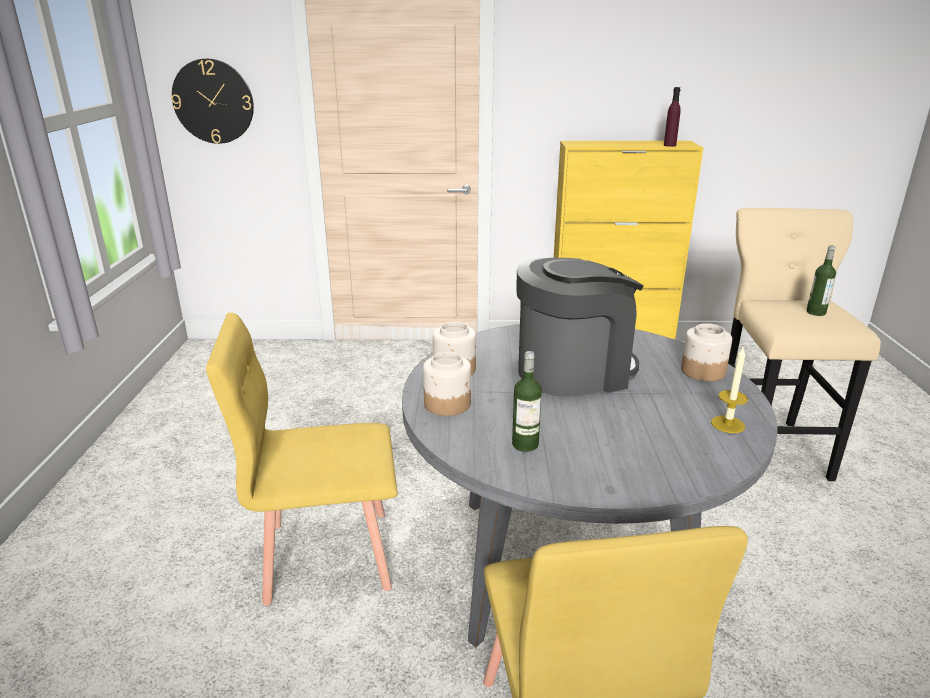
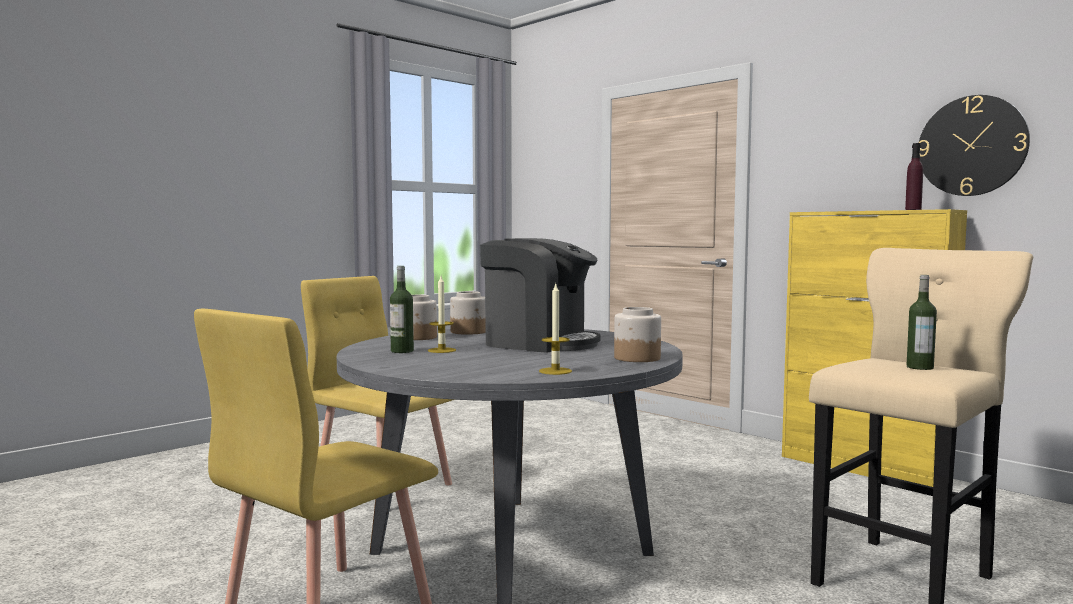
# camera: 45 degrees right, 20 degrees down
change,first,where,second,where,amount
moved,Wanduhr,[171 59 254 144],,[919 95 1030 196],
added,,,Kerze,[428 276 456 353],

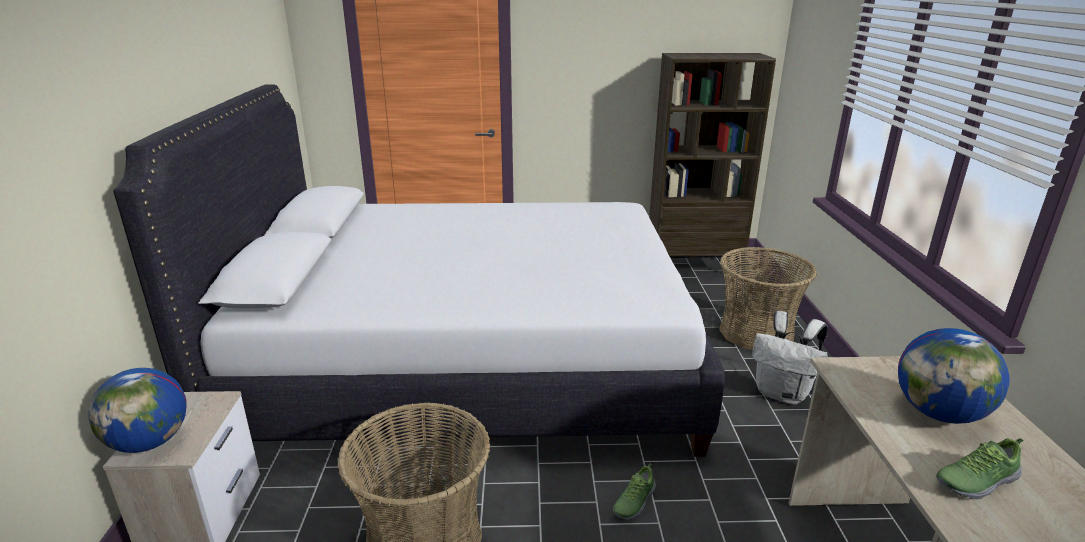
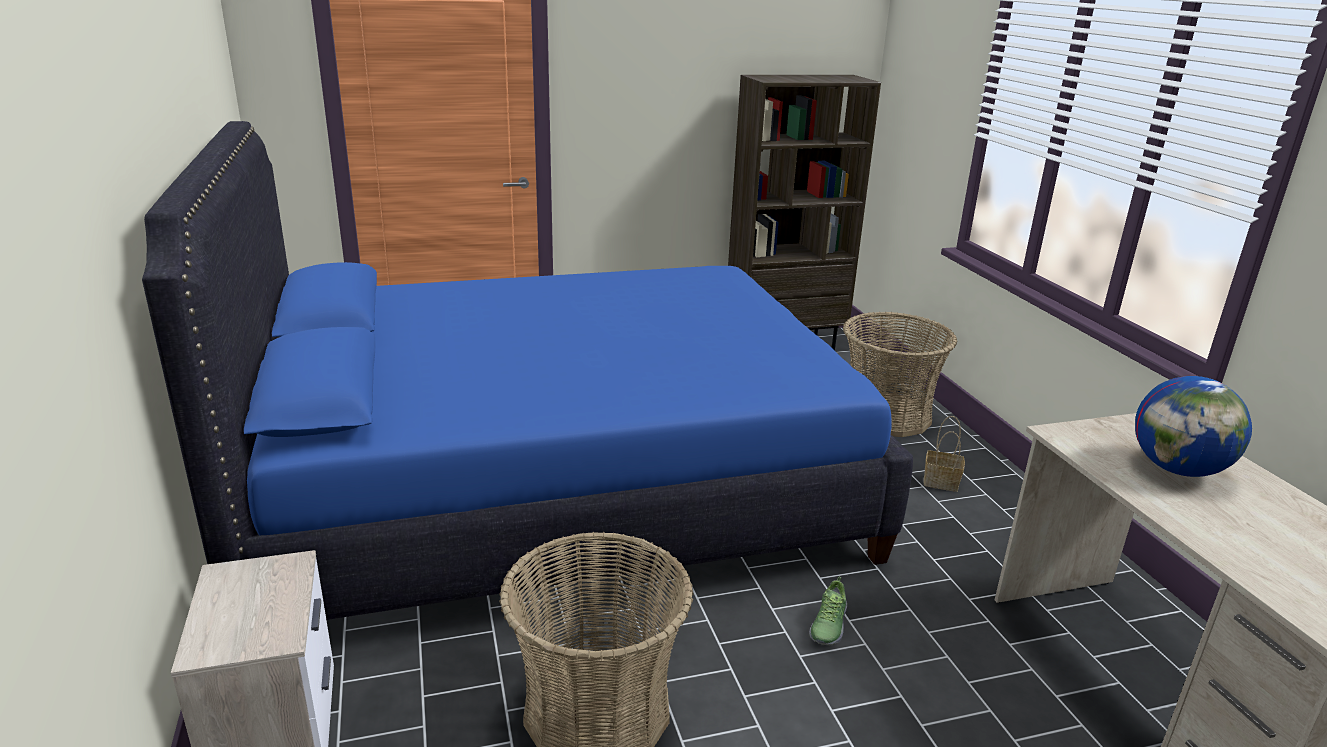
# camera: 15 degrees left, 0 degrees up
change,first,where,second,where,amount
removed,Globus,[88 368 187 453],,,
recoloured,Bett/weiß,[113 84 725 457],Bett/blau,[142 121 913 620],
replaced,Rucksack/weiß,[752 311 828 405],Korb,[924 416 965 492],
removed,Schuh,[936 438 1023 500],,,

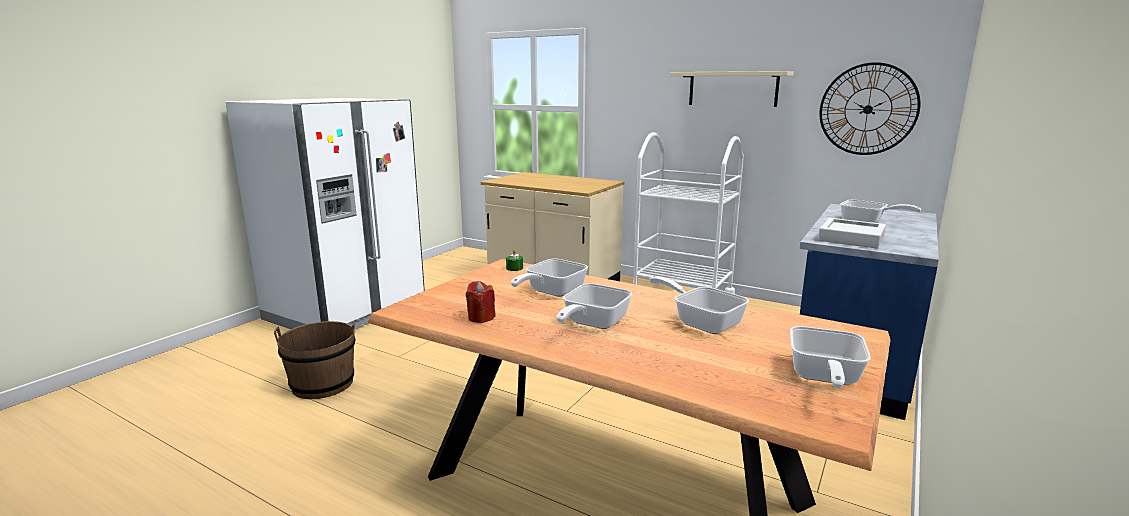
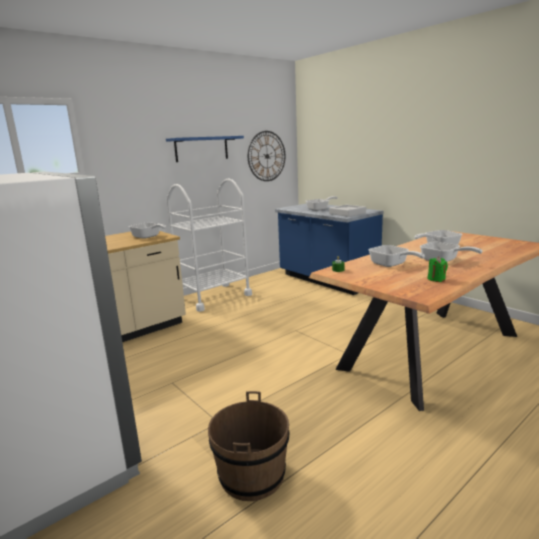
# camera: 70 degrees left, 0 degrees up
change,first,where,second,where,amount
recoloured,Kerze/rot,[466 281 496 323],Kerze/grün,[428 257 448 282],
recoloured,Wandregal/beige,[670 71 794 107],Wandregal/blau,[166 136 244 162],
moved,Pfanne,[790 326 871 388],,[129 223 166 239],

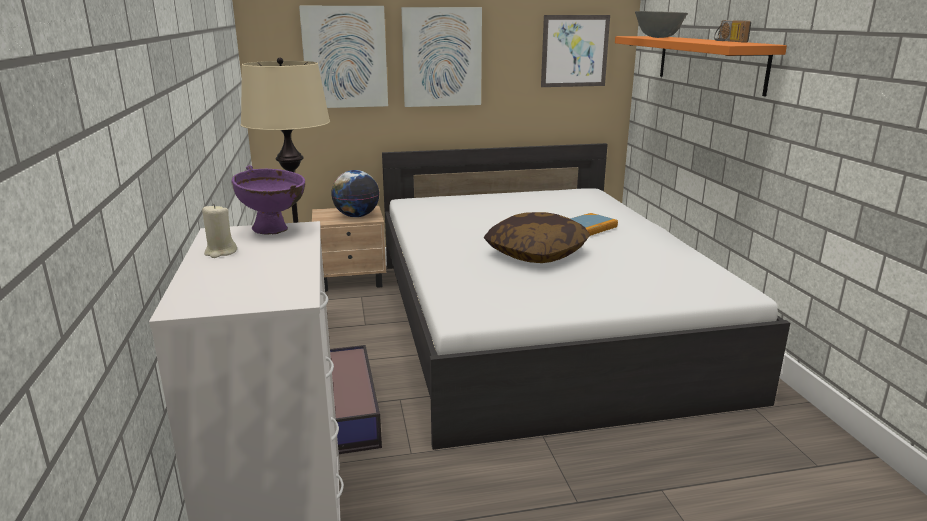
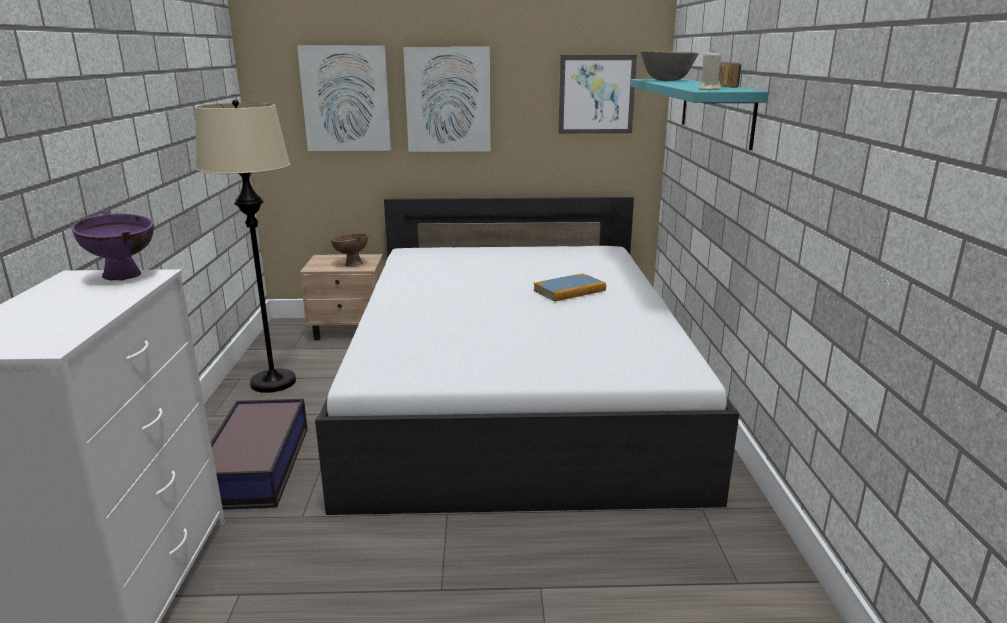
# camera: 10 degrees right, 0 degrees up
change,first,where,second,where,amount
moved,Kerze/beige,[202 204 237 258],,[699 51 721 90],
replaced,Globus,[331 170 379 217],Schüssel/braun,[331 233 368 266],
removed,Kissen,[484 212 590 263],,,
recoloured,Wandregal/orange,[615 36 787 96],Wandregal/türkis,[631 79 768 150],

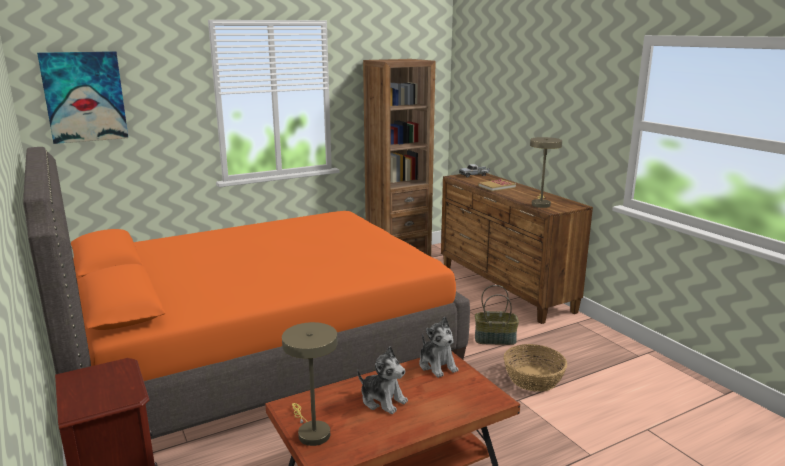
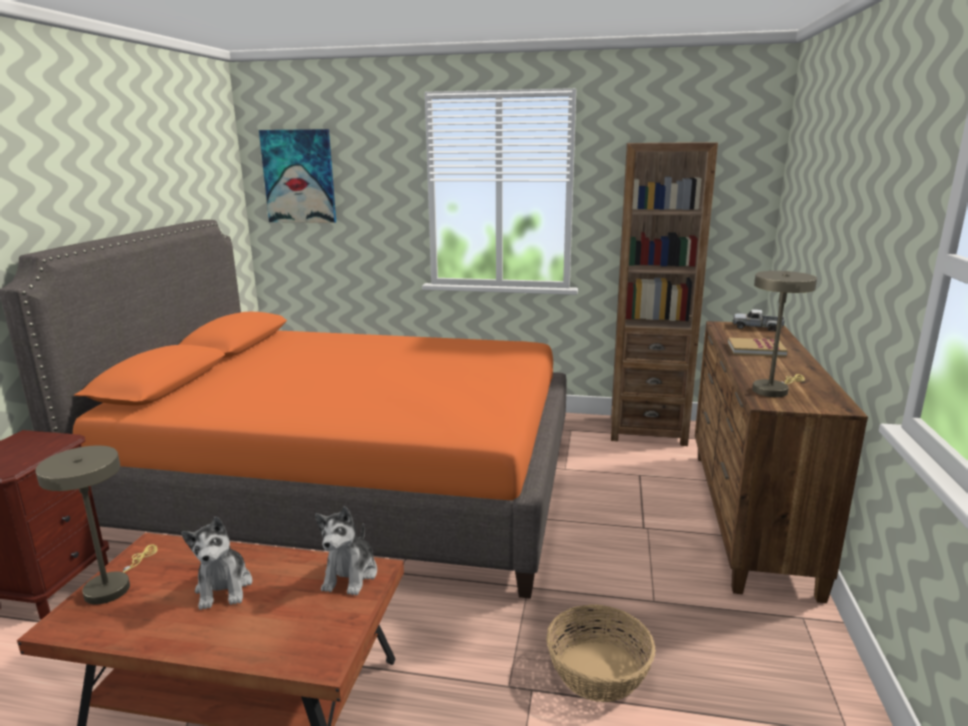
# camera: 40 degrees right, 0 degrees up
change,first,where,second,where,amount
removed,Korb,[475 285 519 345],,,

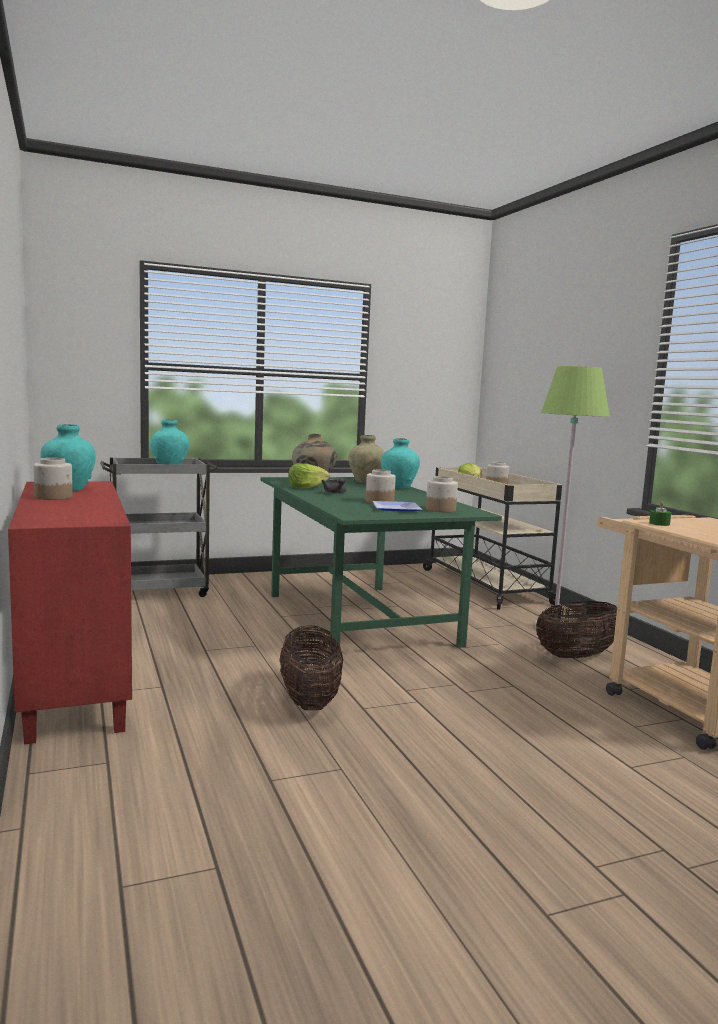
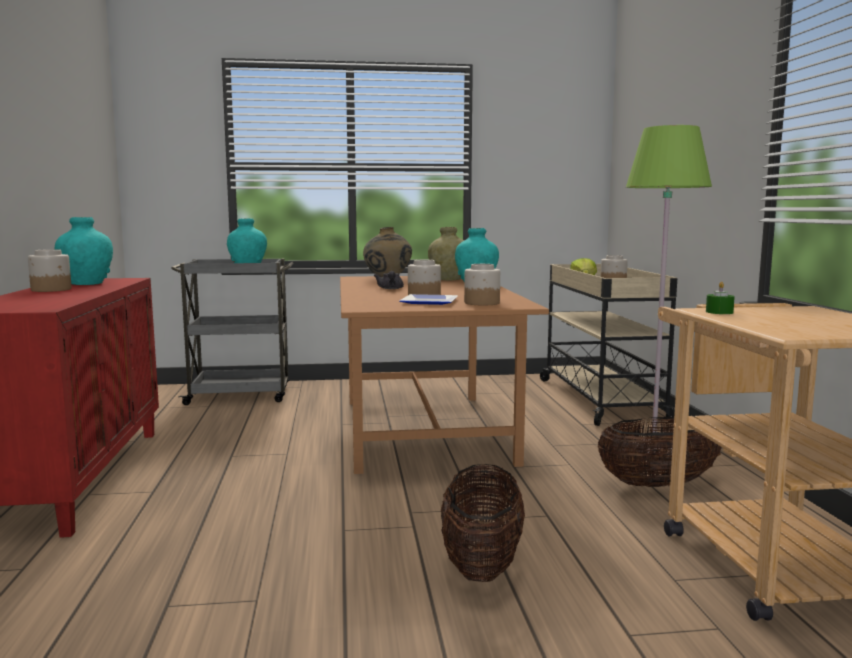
# camera: 15 degrees right, 0 degrees up
change,first,where,second,where,amount
recoloured,Esstisch/grün,[261 477 502 648],Esstisch/braun,[340 276 549 474],
moved,Korb,[280 625 343 710],,[441 464 525 582],
removed,Salatkopf,[288 463 330 488],,,

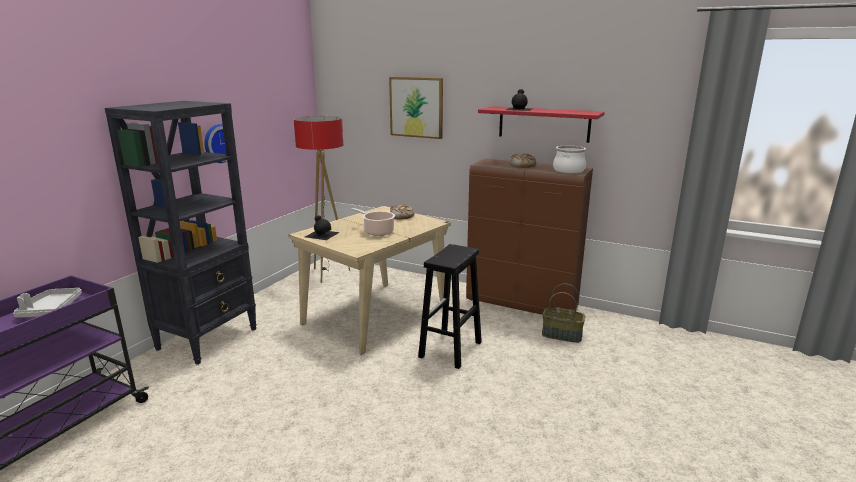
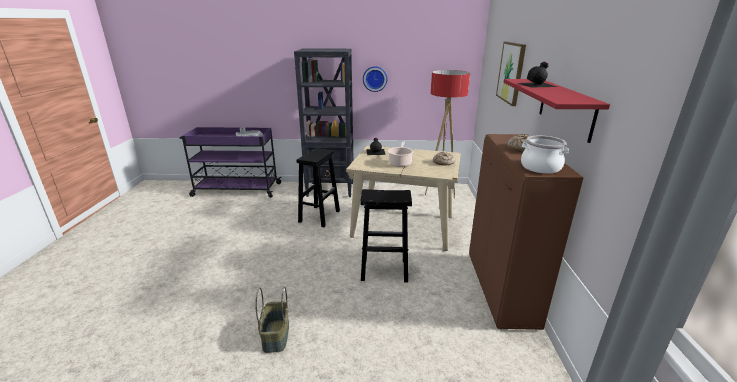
# camera: 65 degrees right, 5 degrees up
change,first,where,second,where,amount
moved,Korb,[542 284 586 343],,[255 286 289 353],
added,,,Hocker/schwarz,[297 148 340 227],

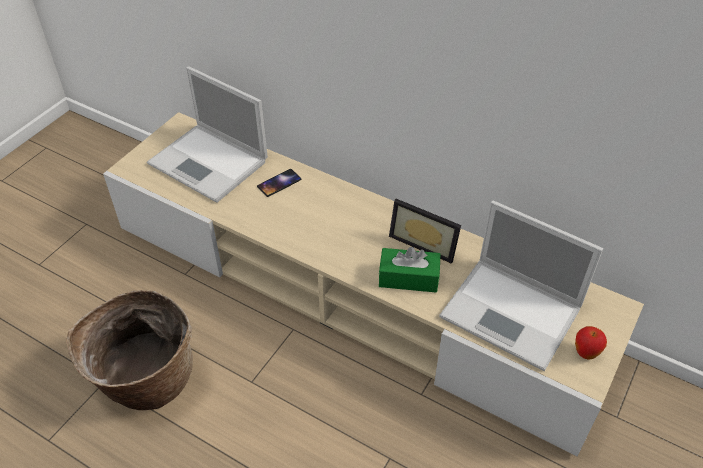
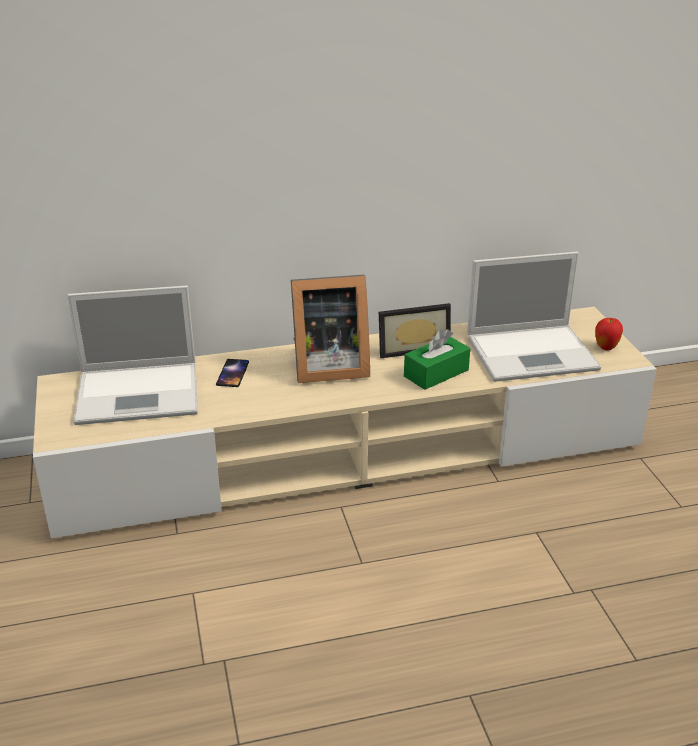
# camera: 45 degrees left, 15 degrees down
change,first,where,second,where,amount
removed,Korb,[66 290 193 410],,,
added,,,Bilderrahmen,[291 275 370 383],

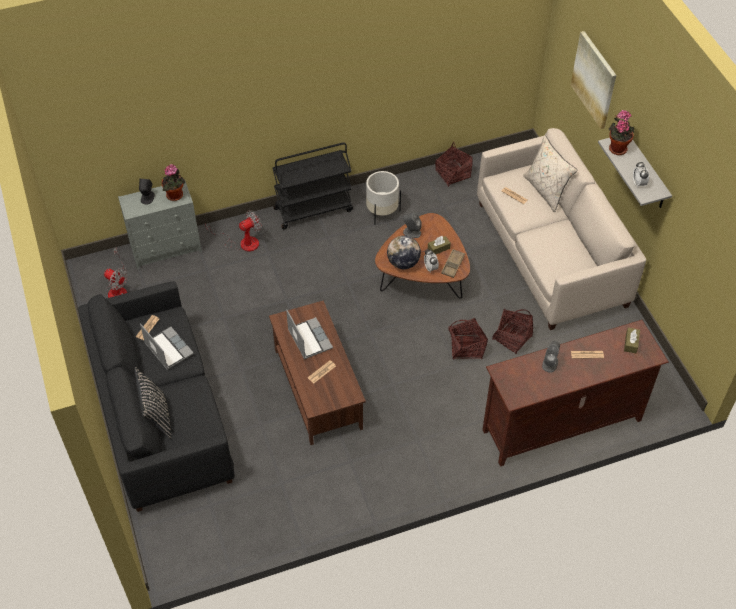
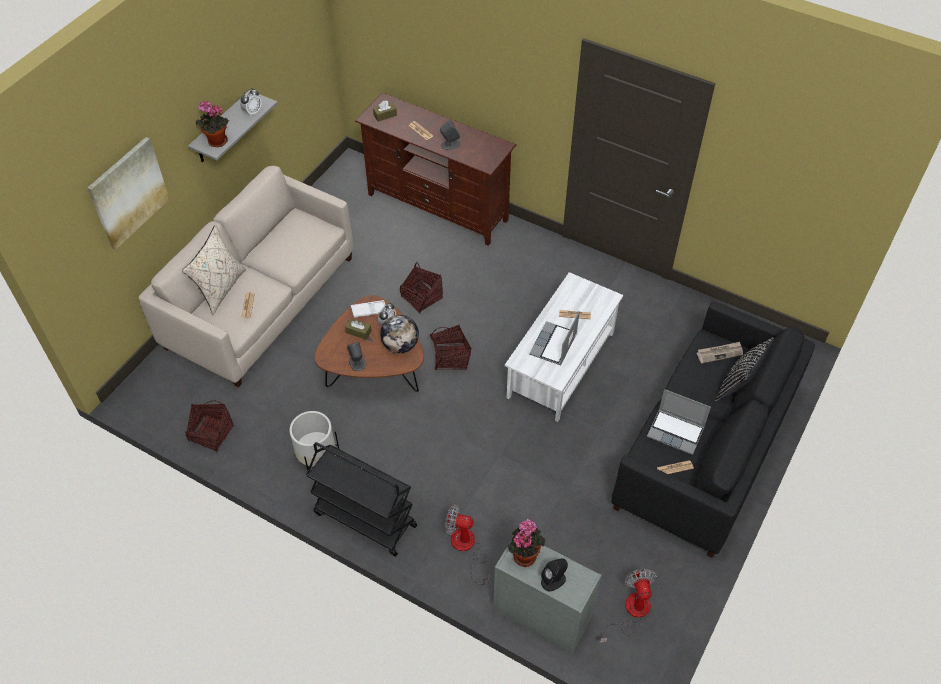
# camera: 130 degrees left, 0 degrees up
change,first,where,second,where,amount
turned,Laptop,[140 323 194 370],,[647 389 711 455],75 degrees counterclockwise
recoloured,Couchtisch/braun,[269 301 366 445],Couchtisch/weiß,[505 272 623 422],
recoloured,Tablett/braun,[441 249 465 278],Tablett/weiß,[351 300 386 318],
moved,Korb,[492 309 533 354],,[430 324 472 370],
added,,,Zeitung,[697 342 743 364],

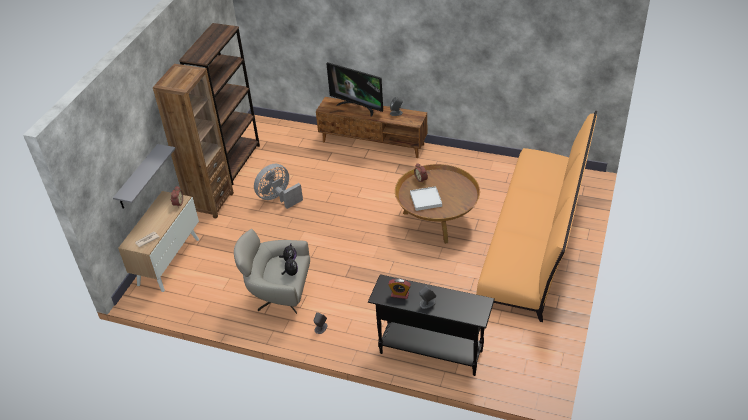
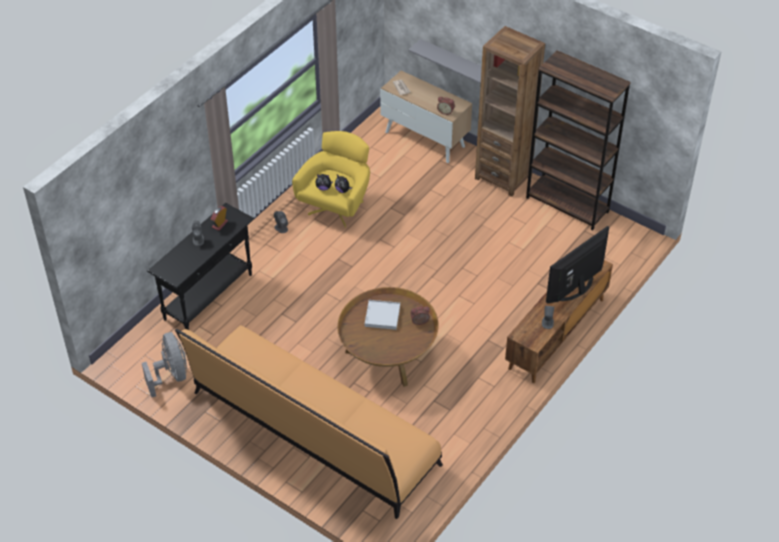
# camera: 105 degrees right, 5 degrees up
change,first,where,second,where,amount
recoloured,Sessel/grau,[234 229 310 314],Sessel/gelb,[292 131 370 228],
moved,Ventilator/grau,[254 164 303 209],,[142 332 187 397],

